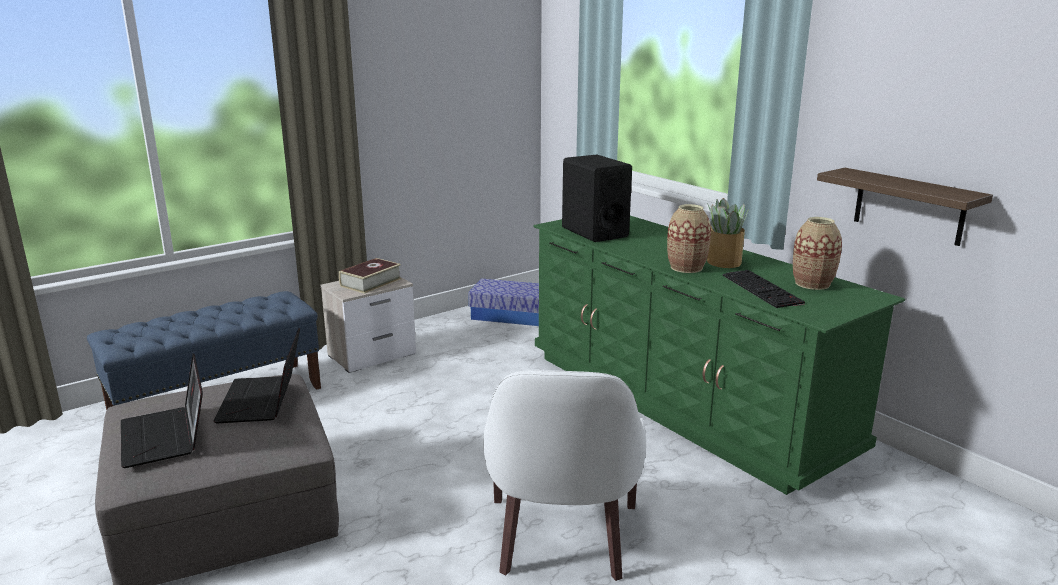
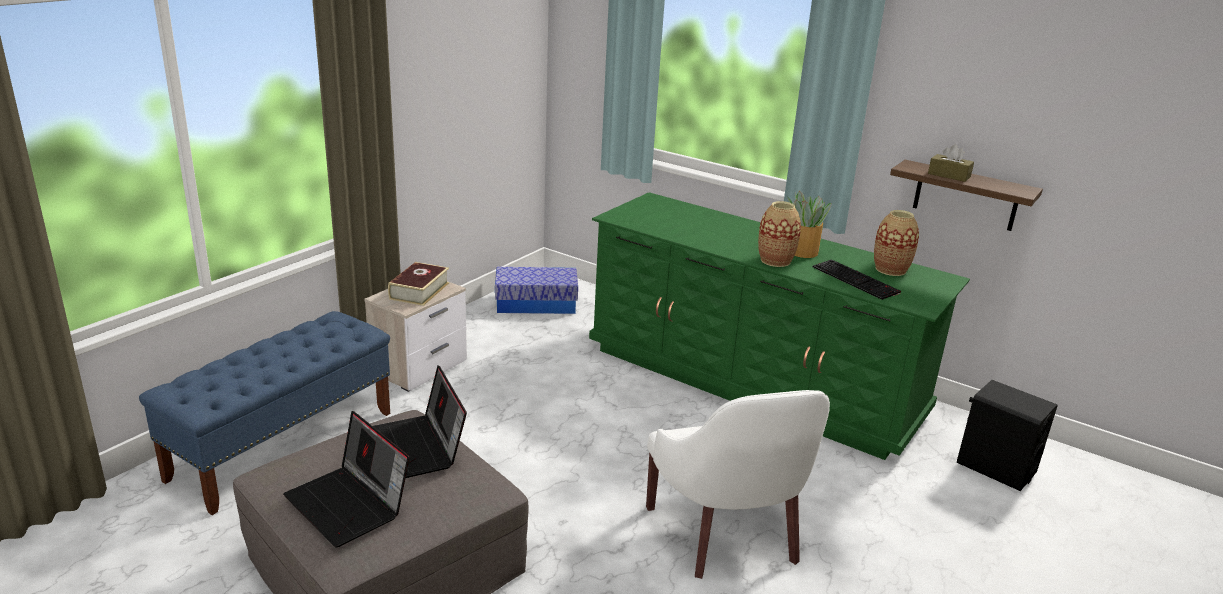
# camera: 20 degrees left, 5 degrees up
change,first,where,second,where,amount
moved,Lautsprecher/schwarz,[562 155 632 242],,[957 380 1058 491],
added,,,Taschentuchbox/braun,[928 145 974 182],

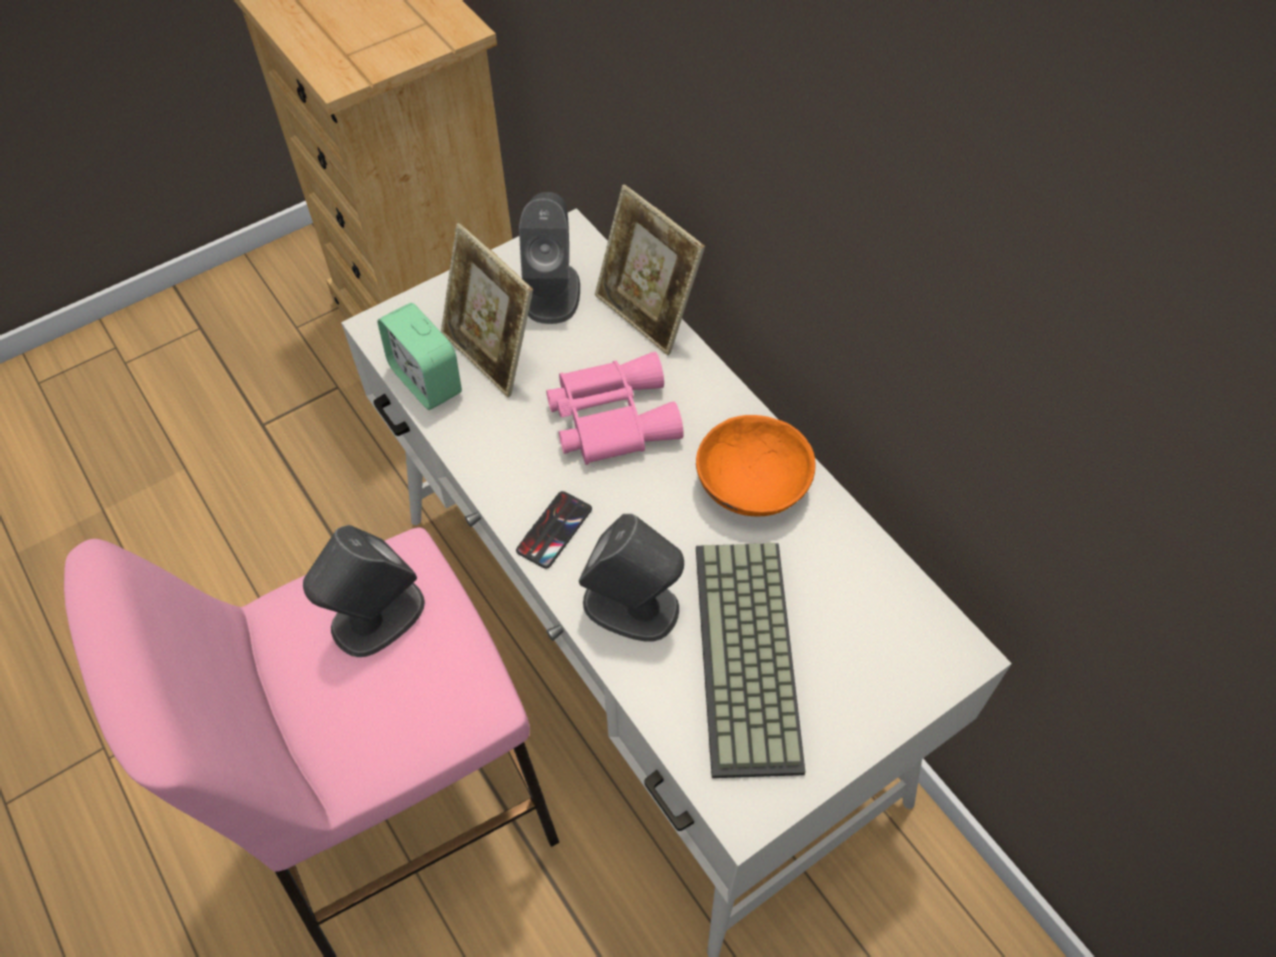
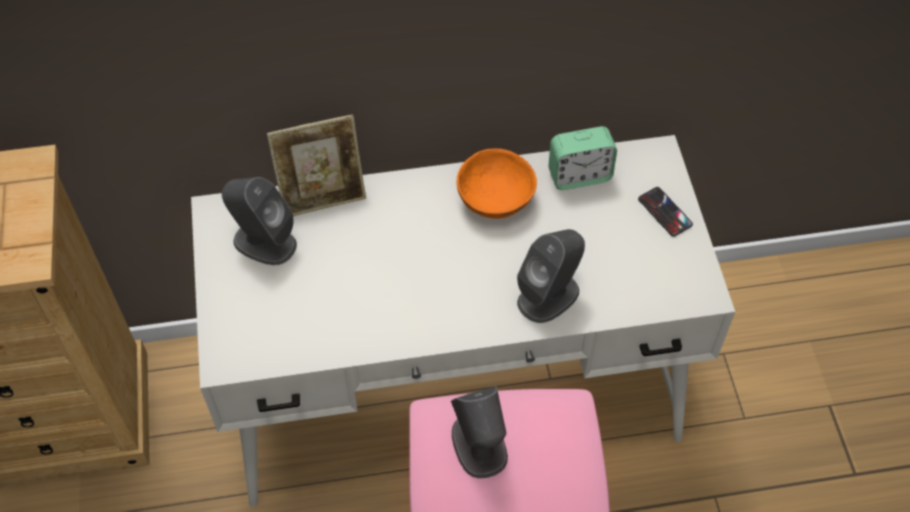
# camera: 65 degrees left, 0 degrees up
change,first,where,second,where,amount
moved,Wecker,[377 303 462 410],,[549 126 617 190],
removed,Bilderrahmen,[441 223 533 397],,,
moved,Handy,[516 491 592 569],,[638 187 693 237],
removed,Fernglas/rosa,[546 352 684 465],,,
removed,Tastatur,[696 543 805 778],,,

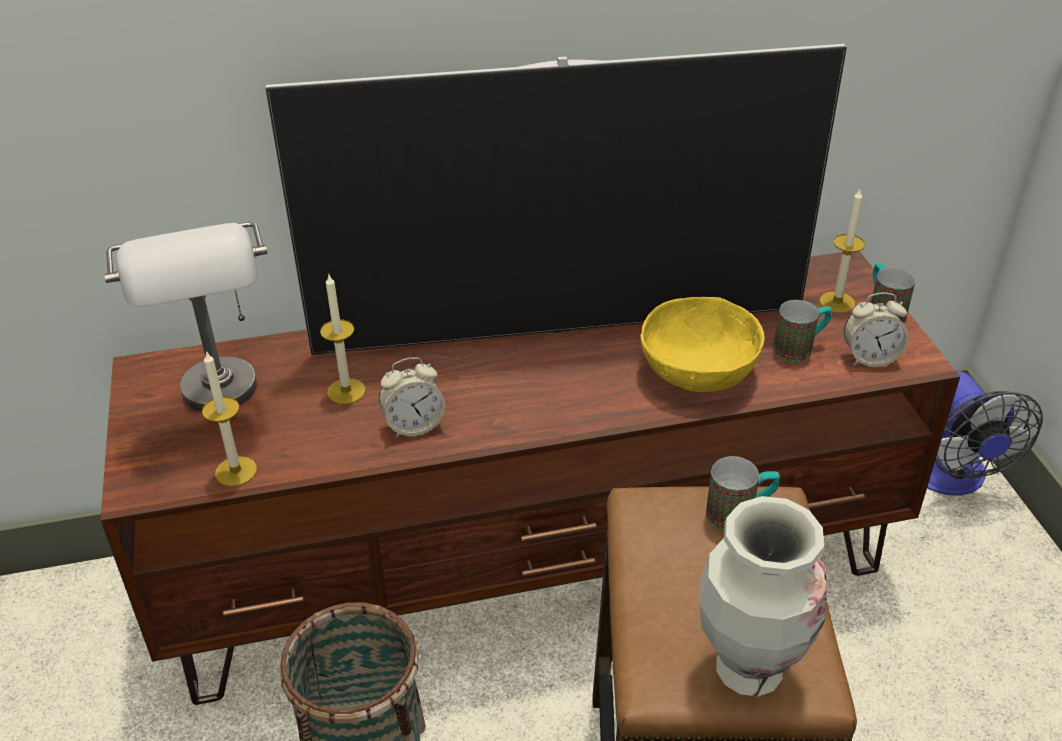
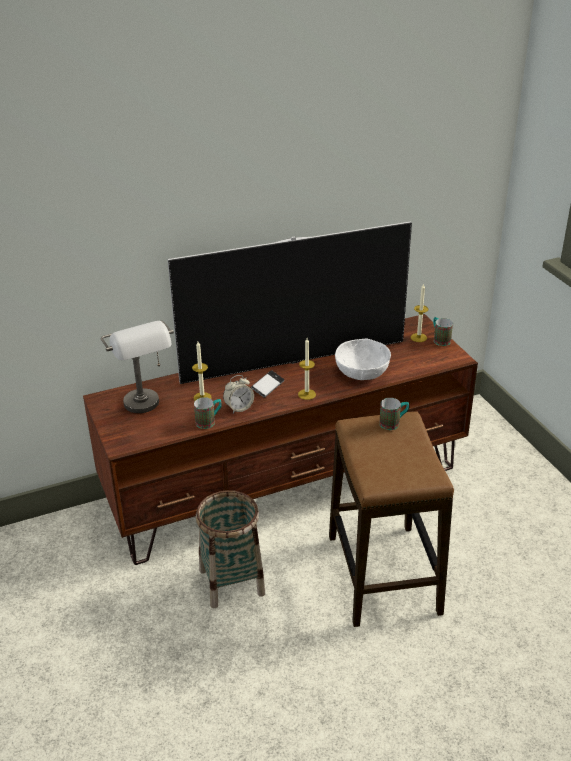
# camera: 10 degrees left, 5 degrees down
change,first,where,second,where,amount
moved,Kerze,[202 350 257 486],,[298 338 316 400],
recoloured,Schüssel/gelb,[641 297 765 392],Schüssel/weiß,[335 339 391 380],
removed,Vase,[699 496 827 697],,,
moved,Henkelbecher,[773 300 832 362],,[194 397 222 429],
removed,Wecker,[844 292 909 367],,,
removed,Ventilator,[927 370 1043 495],,,
added,,,Handy,[251 370 284 397],

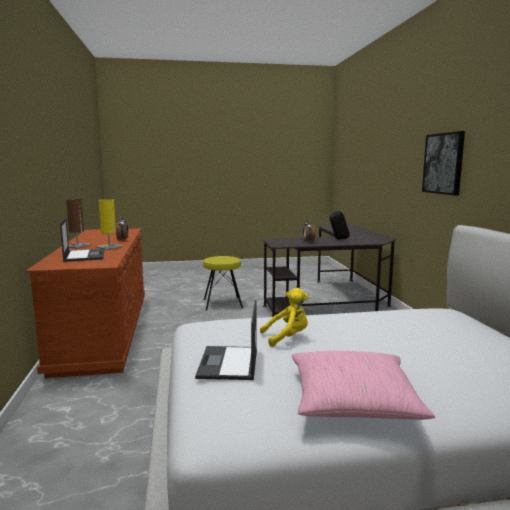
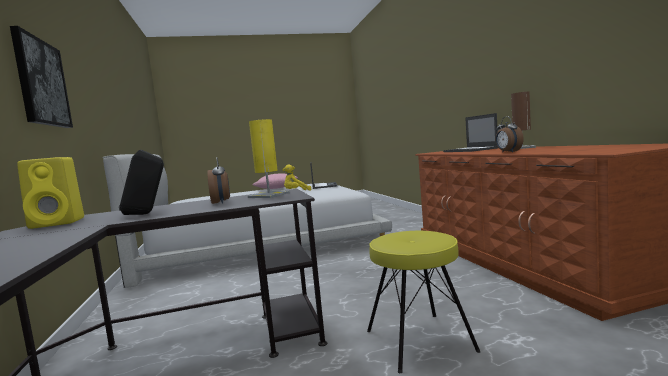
# camera: 175 degrees right, 5 degrees down
change,first,where,second,where,amount
moved,Tischlampe/gelb,[96 199 123 250],,[248 119 290 198],
added,,,Lautsprecher/gelb,[17 157 84 229],

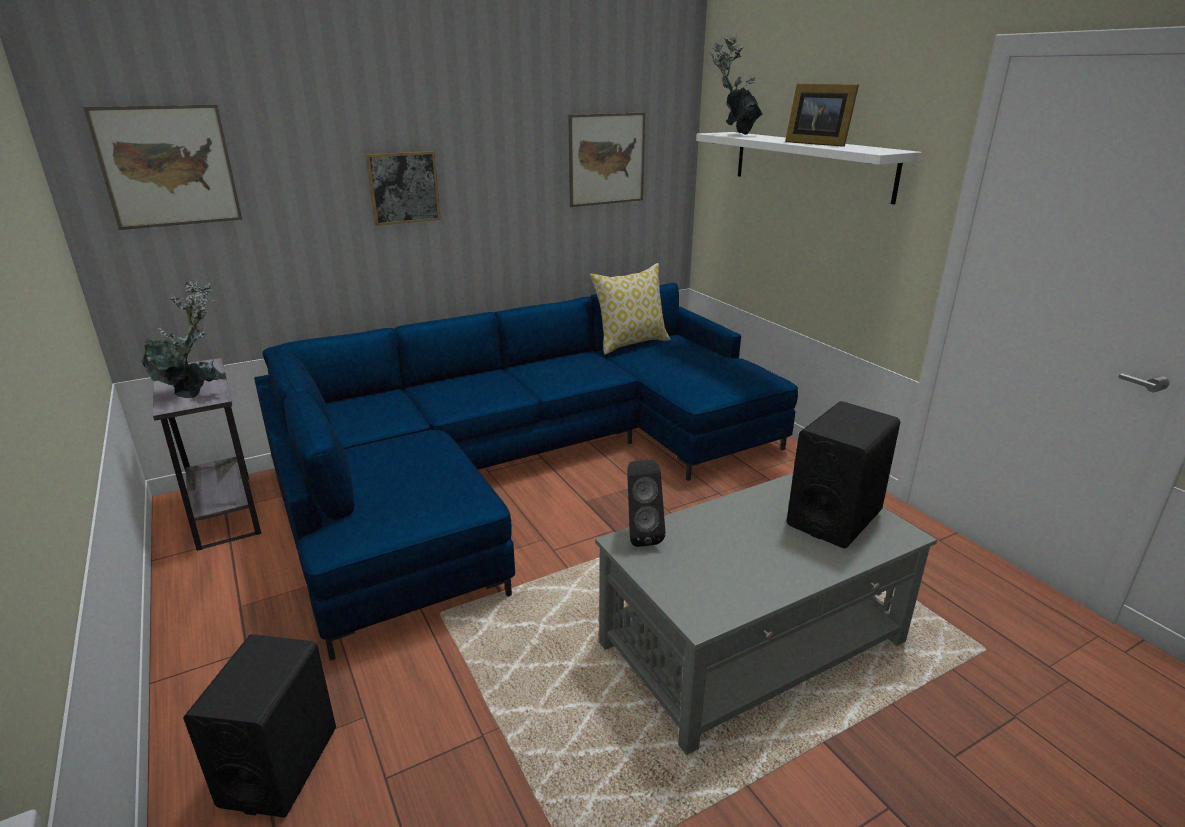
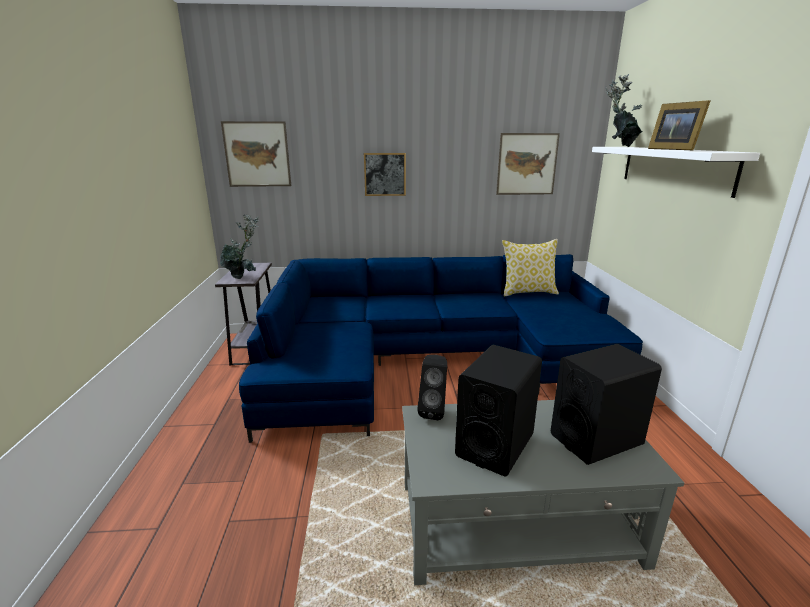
# camera: 25 degrees right, 5 degrees down
change,first,where,second,where,amount
moved,Lautsprecher/schwarz,[183 634 336 818],,[455 345 542 476],

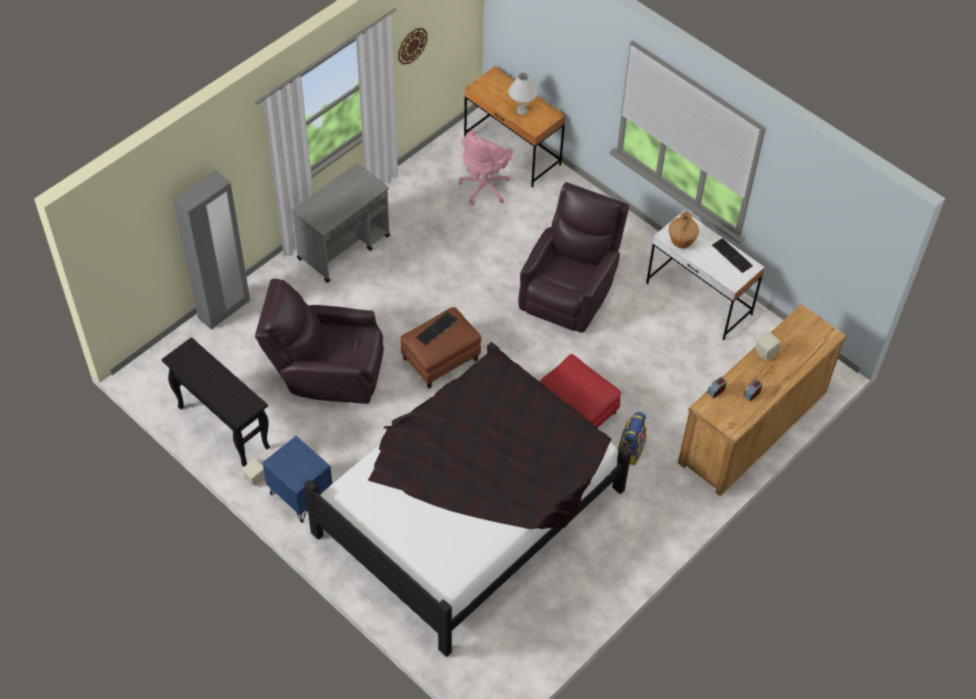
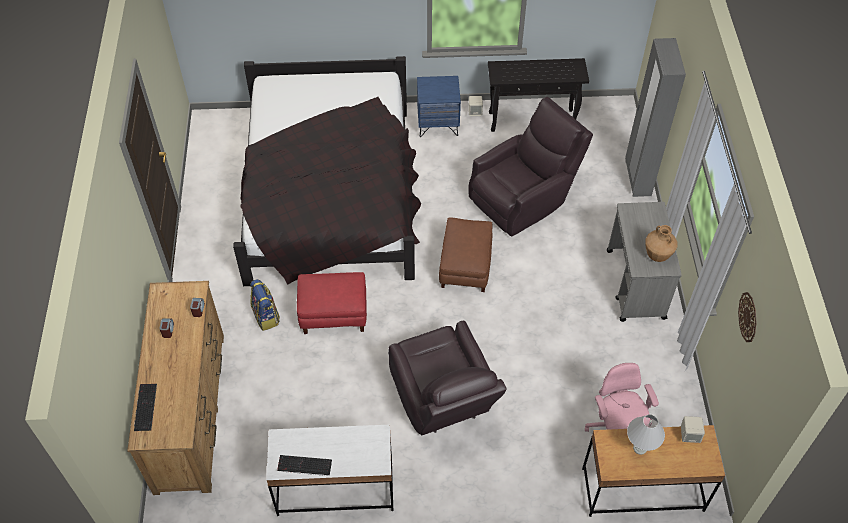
# camera: 135 degrees right, 0 degrees up
change,first,where,second,where,amount
moved,Tastatur,[416 311 458 346],,[134 384 157 431],
moved,Vase/braun,[669 211 699 248],,[645 225 678 262],
moved,Lautsprecher/beige,[755 331 781 360],,[681 416 705 443],

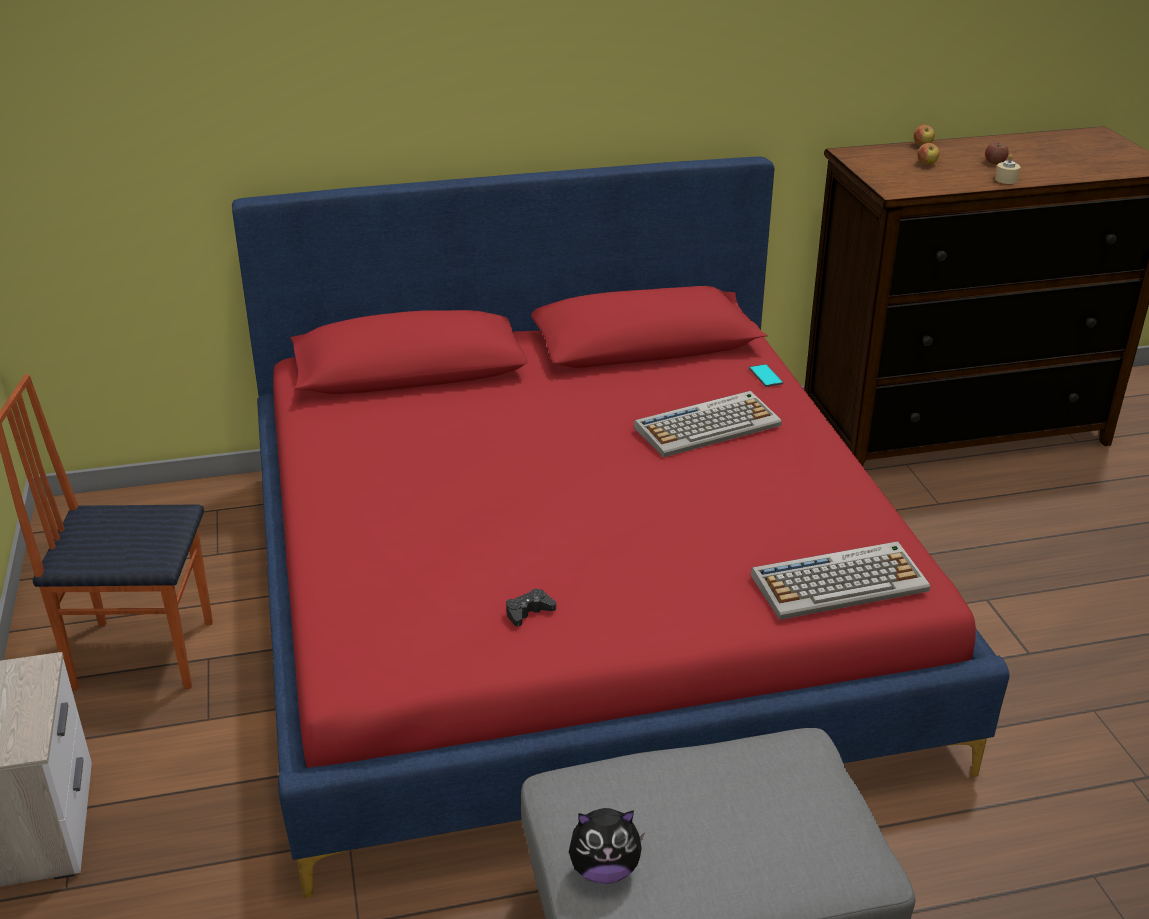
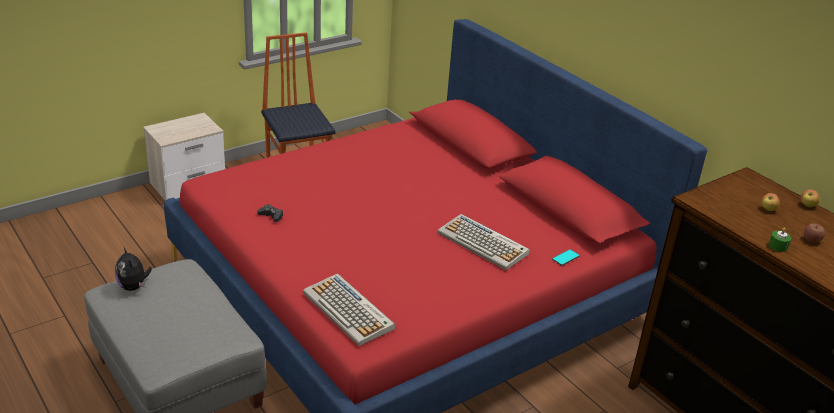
# camera: 65 degrees right, 0 degrees up
change,first,where,second,where,amount
recoloured,Kerze/beige,[995 154 1020 184],Kerze/grün,[769 227 792 252],

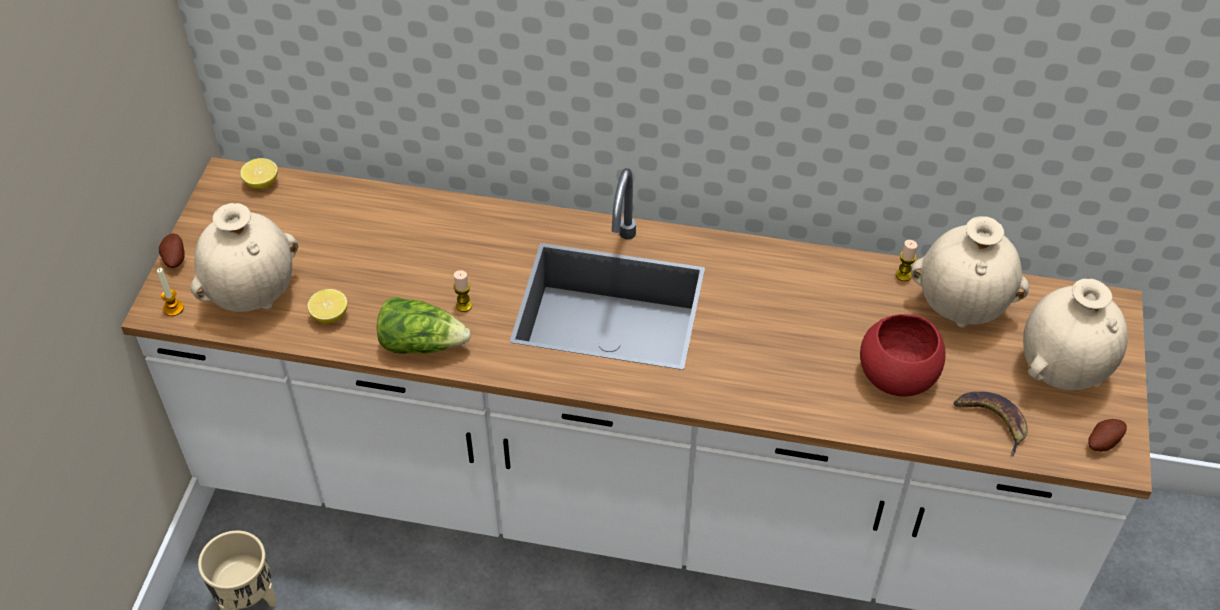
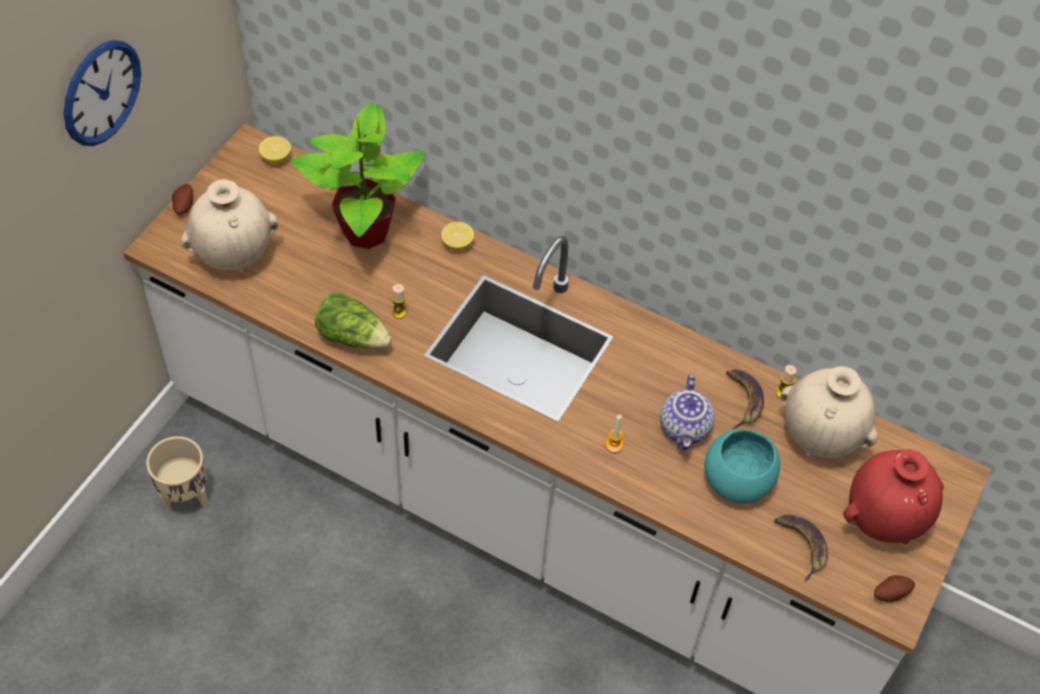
# camera: 15 degrees right, 5 degrees up
change,first,where,second,where,amount
moved,Kerze,[157 268 184 316],,[605 414 624 453],
moved,Zitrone,[308 289 347 323],,[441 222 474 251],
recoloured,Schüssel/rot,[860 314 946 397],Schüssel/türkis,[705 430 780 503],
recoloured,Vase/beige,[1023 279 1128 390],Vase/rot,[843 449 944 544],
added,,,Wanduhr,[64 40 141 146],
added,,,Topfpflanze,[291 102 426 249],
added,,,Teekanne,[660 374 715 450],
added,,,Banane,[726 369 764 429],

